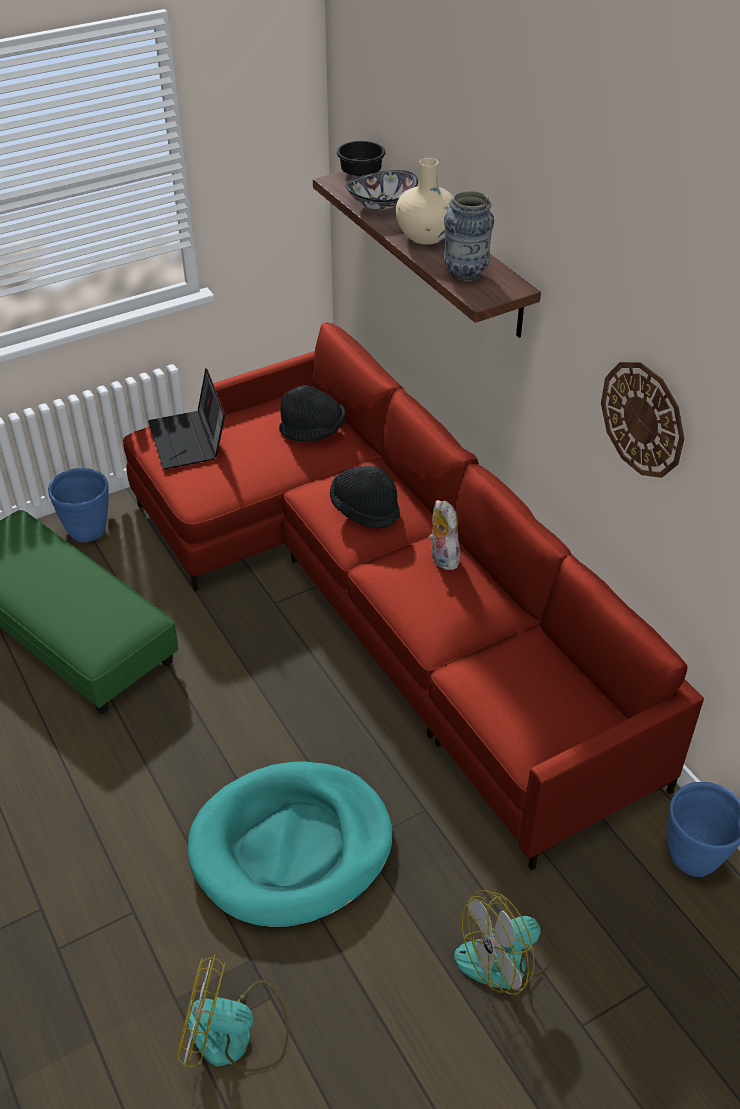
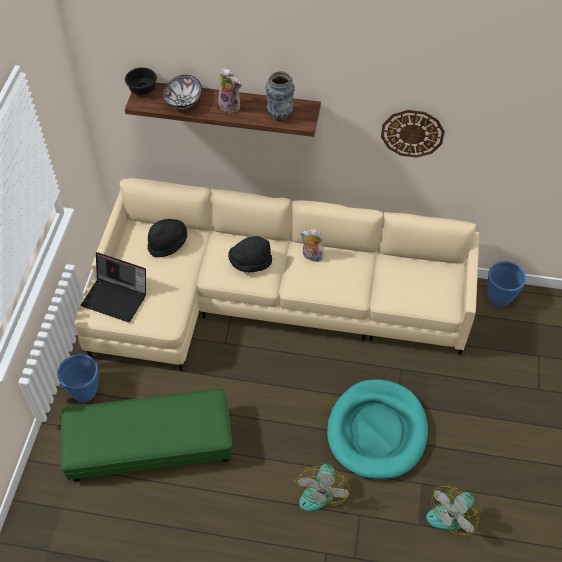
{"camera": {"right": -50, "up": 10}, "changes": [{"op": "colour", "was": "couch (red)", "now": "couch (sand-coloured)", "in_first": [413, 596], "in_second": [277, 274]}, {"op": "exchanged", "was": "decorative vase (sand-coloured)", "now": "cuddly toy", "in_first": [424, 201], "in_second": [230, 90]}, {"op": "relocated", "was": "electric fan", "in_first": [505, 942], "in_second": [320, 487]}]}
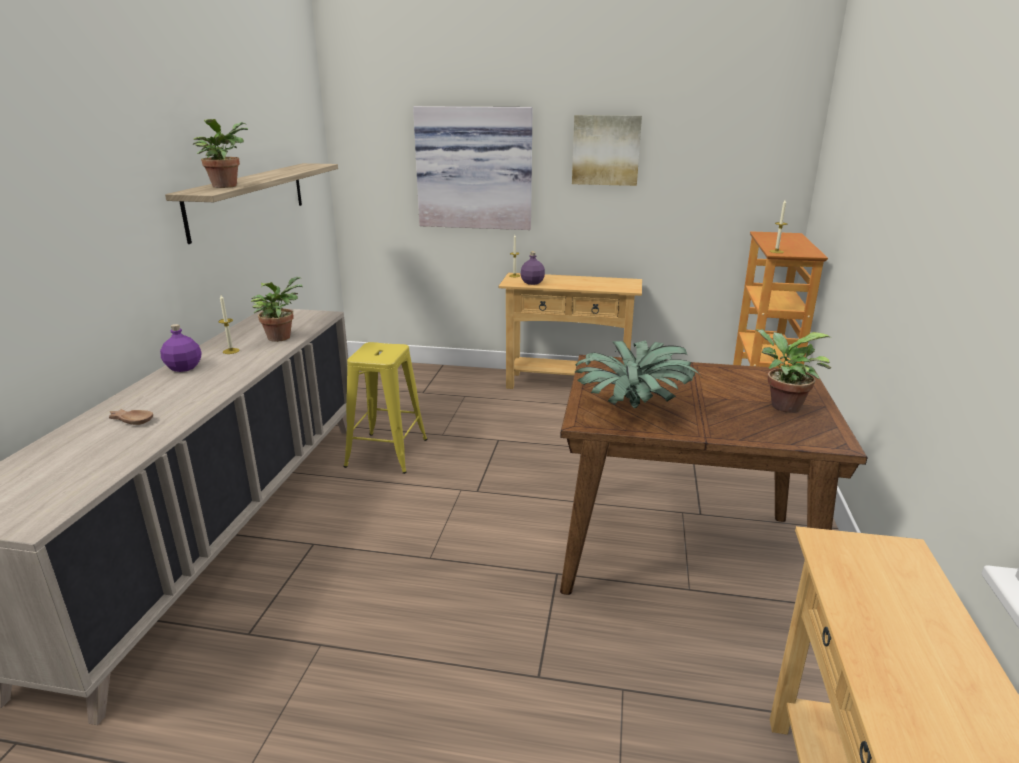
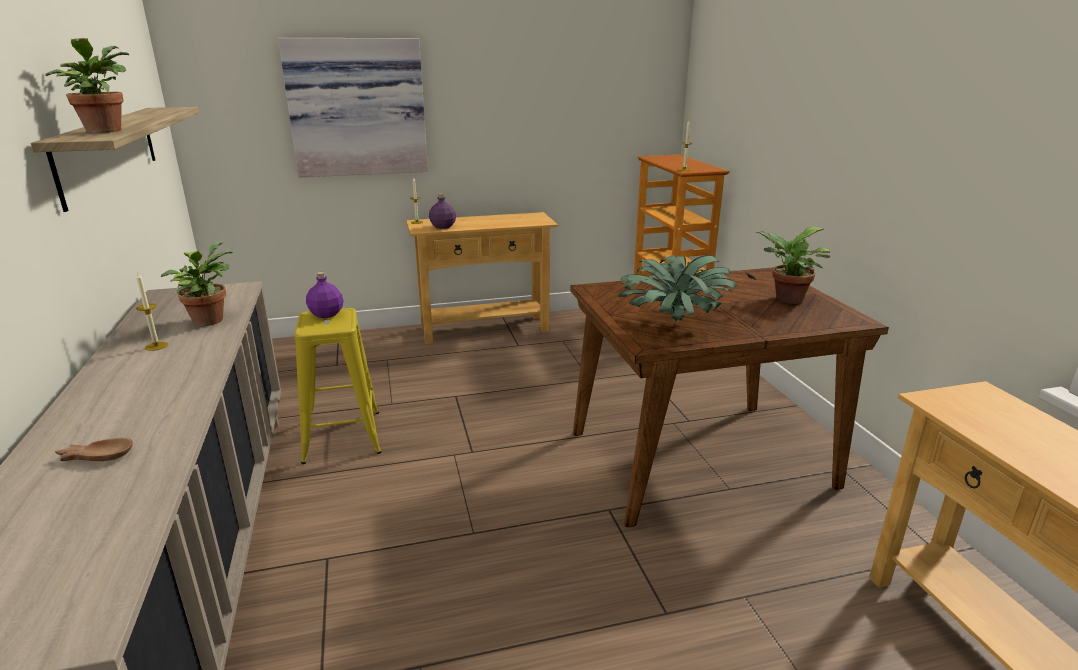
{"camera": {"right": -25, "up": 0}, "changes": [{"op": "relocated", "was": "bottle (purplish)", "in_first": [181, 348], "in_second": [324, 295]}, {"op": "missing", "was": "wall picture", "in_first": [607, 150]}]}
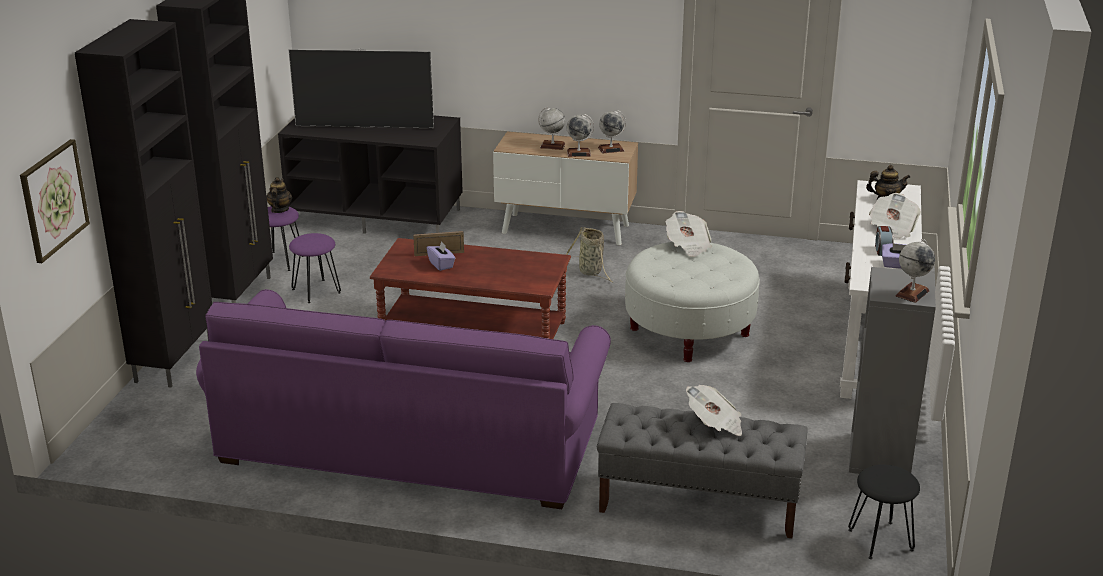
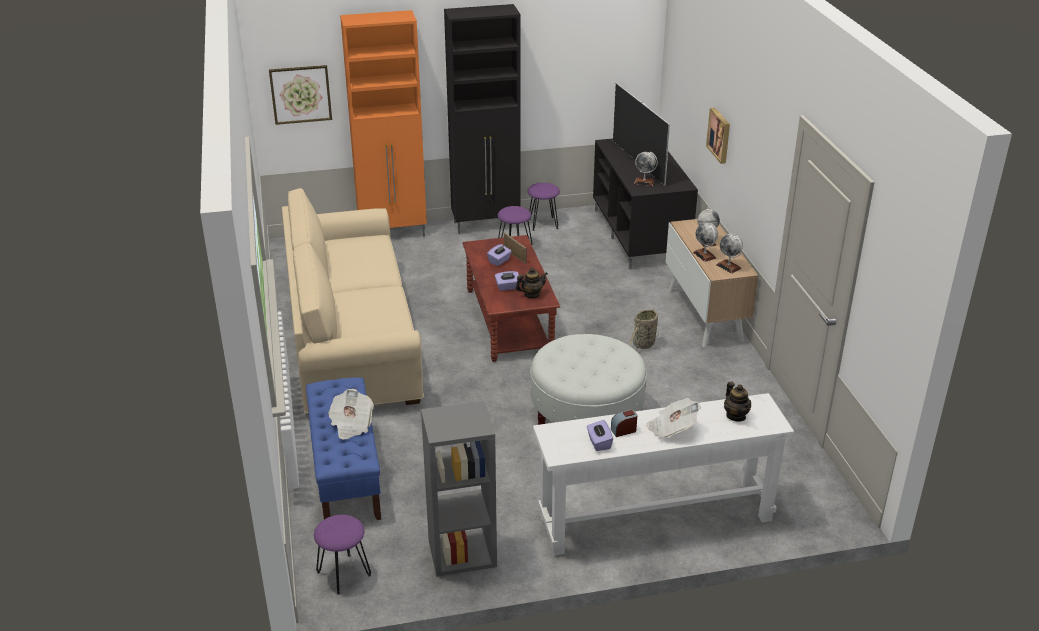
{"camera": {"right": 65, "up": 5}, "changes": [{"op": "colour", "was": "couch (purplish)", "now": "couch (sand-coloured)", "in_first": [403, 399], "in_second": [353, 301]}, {"op": "colour", "was": "bench (grey)", "now": "bench (bluish)", "in_first": [702, 471], "in_second": [343, 448]}, {"op": "colour", "was": "stool seat (black-coloured)", "now": "stool seat (purplish)", "in_first": [884, 512], "in_second": [342, 554]}, {"op": "colour", "was": "cupboard (black-coloured)", "now": "cupboard (orange)", "in_first": [143, 203], "in_second": [383, 123]}, {"op": "appeared", "now": "tissue box (purplish)", "in_second": [507, 281]}, {"op": "relocated", "was": "tea pot", "in_first": [279, 195], "in_second": [531, 283]}, {"op": "relocated", "was": "globe", "in_first": [915, 271], "in_second": [646, 169]}, {"op": "appeared", "now": "wall picture", "in_second": [718, 135]}, {"op": "missing", "was": "printed paper", "in_first": [689, 234]}]}
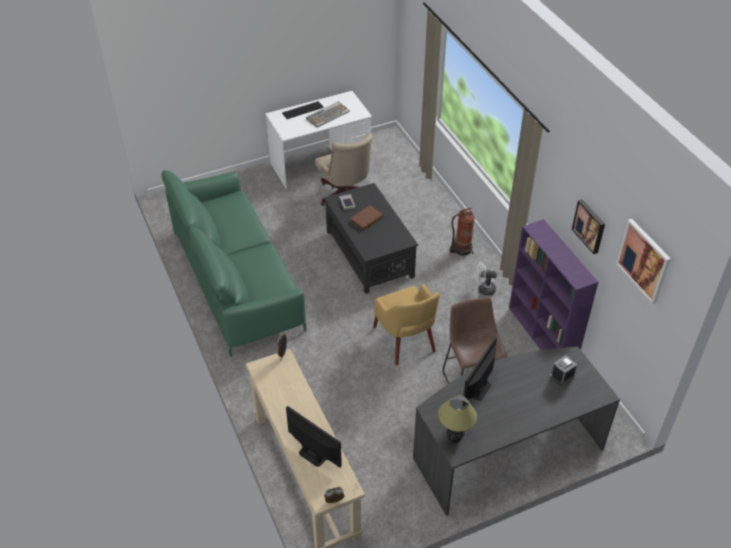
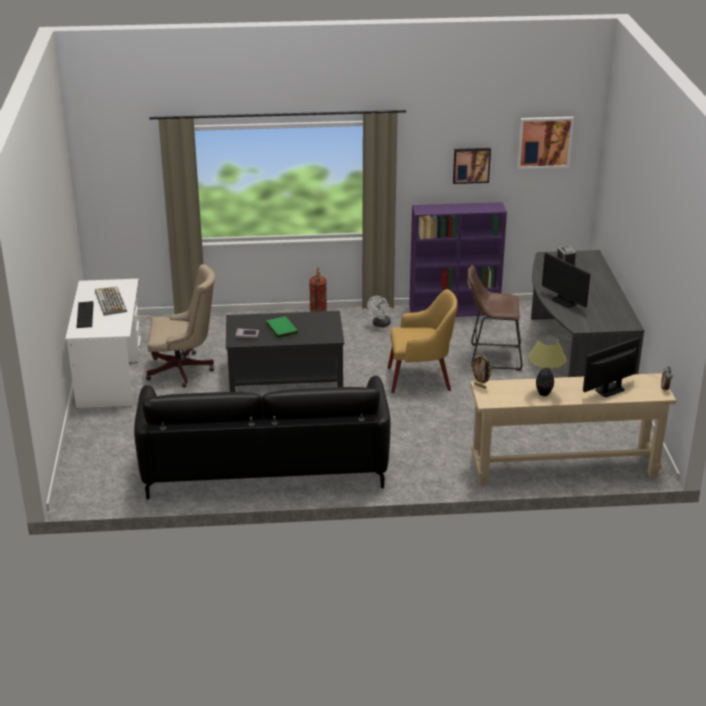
{"camera": {"right": -70, "up": -15}, "changes": [{"op": "colour", "was": "couch (greenish)", "now": "couch (black-coloured)", "in_first": [233, 263], "in_second": [262, 438]}, {"op": "colour", "was": "bound book (brown)", "now": "bound book (greenish)", "in_first": [366, 218], "in_second": [282, 327]}, {"op": "relocated", "was": "lamp for a table", "in_first": [457, 419], "in_second": [547, 365]}]}
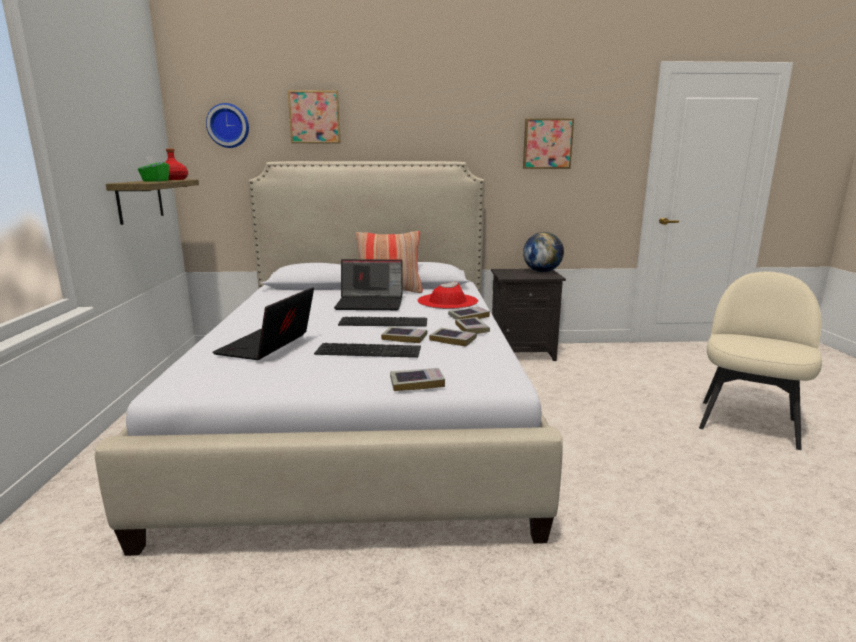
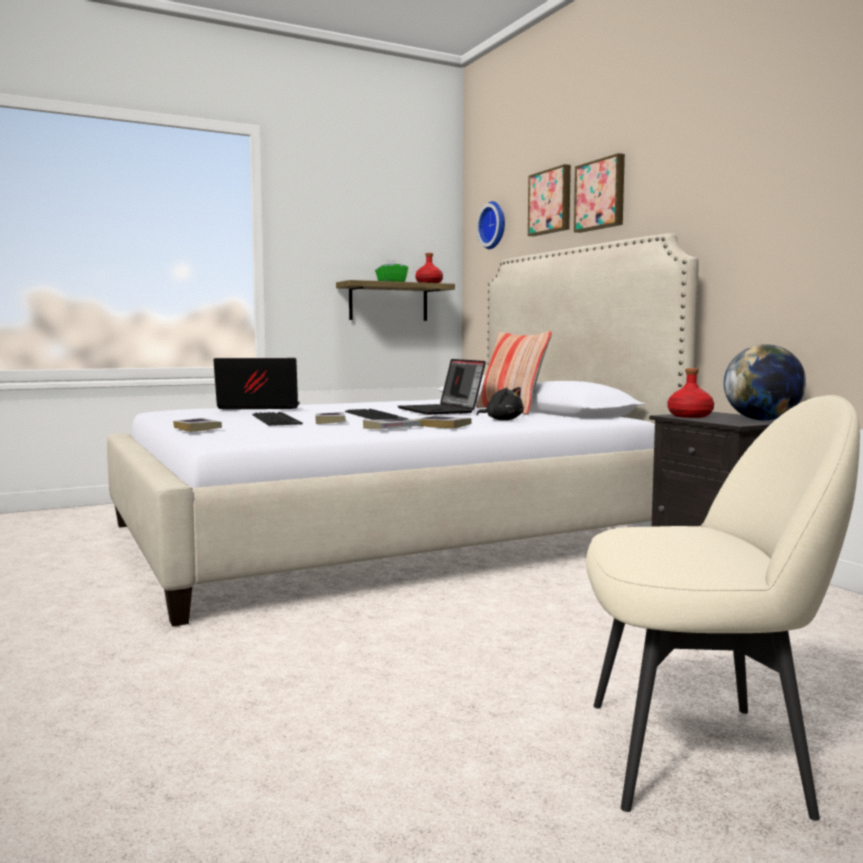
{"camera": {"right": 65, "up": -10}, "changes": [{"op": "exchanged", "was": "clothing hat (red)", "now": "cuddly toy (black-coloured)", "in_first": [447, 295], "in_second": [500, 403]}, {"op": "relocated", "was": "wall picture", "in_first": [548, 143], "in_second": [599, 193]}, {"op": "appeared", "now": "bottle (red)", "in_second": [691, 393]}, {"op": "missing", "was": "bound book", "in_first": [453, 337]}]}
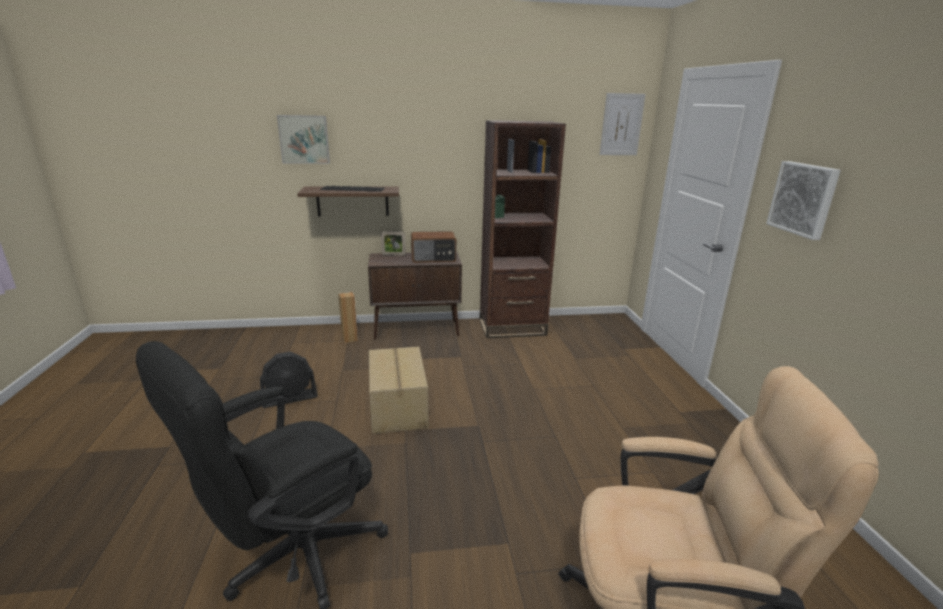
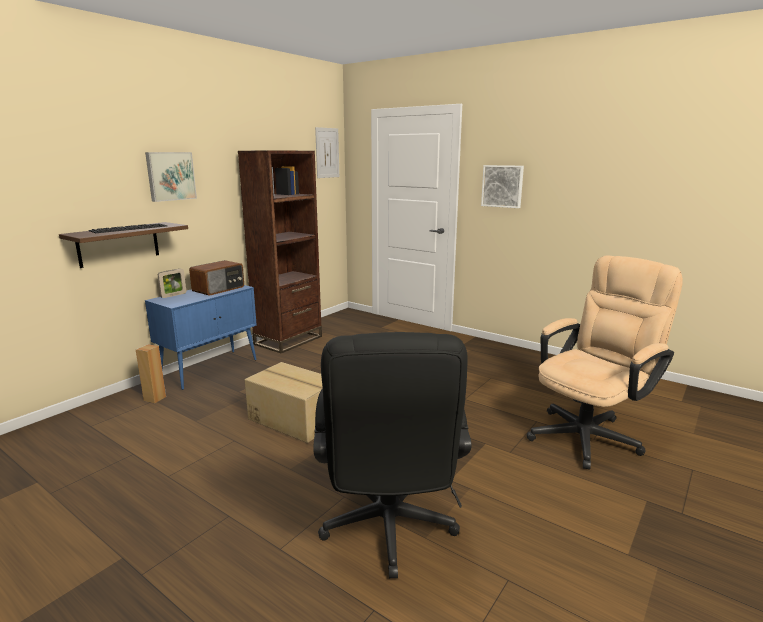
{"camera": {"right": -45, "up": -5}, "changes": [{"op": "relocated", "was": "wall picture", "in_first": [303, 139], "in_second": [171, 177]}, {"op": "colour", "was": "cupboard (brown)", "now": "cupboard (bluish)", "in_first": [415, 296], "in_second": [201, 337]}, {"op": "missing", "was": "electric fan (black-coloured)", "in_first": [289, 380]}]}
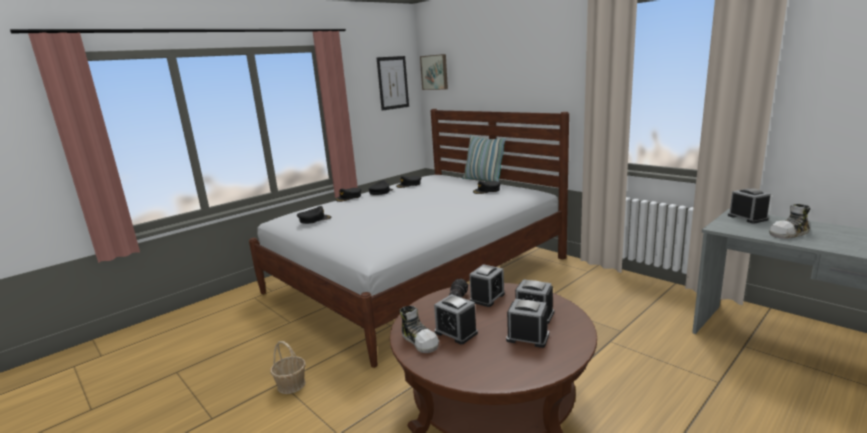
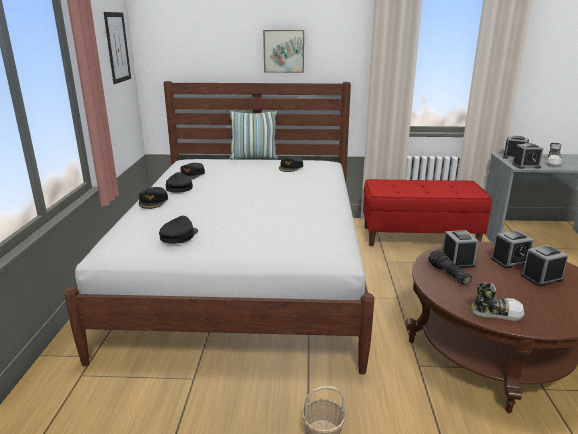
{"camera": {"right": -45, "up": 5}, "changes": [{"op": "relocated", "was": "wall picture", "in_first": [434, 72], "in_second": [283, 51]}, {"op": "appeared", "now": "bench (red)", "in_second": [427, 212]}, {"op": "relocated", "was": "bedside clock", "in_first": [456, 319], "in_second": [528, 156]}]}
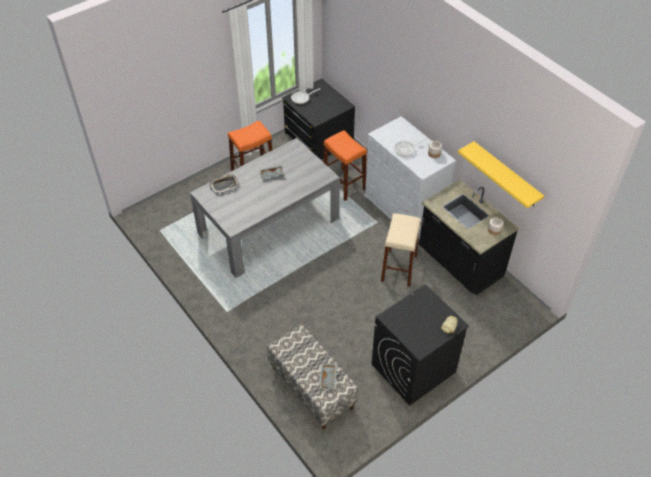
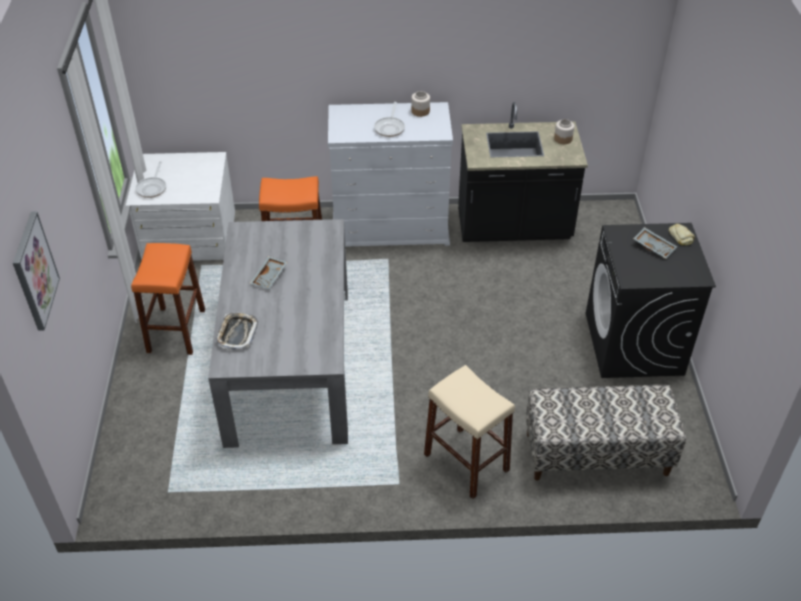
{"camera": {"right": -55, "up": -5}, "changes": [{"op": "appeared", "now": "wall picture", "in_second": [36, 271]}, {"op": "colour", "was": "drawer chest (black-coloured)", "now": "drawer chest (whitish)", "in_first": [318, 119], "in_second": [180, 206]}, {"op": "relocated", "was": "stool seat (sand-coloured)", "in_first": [401, 250], "in_second": [469, 432]}, {"op": "relocated", "was": "serving tray (grey)", "in_first": [328, 376], "in_second": [655, 243]}, {"op": "missing", "was": "wall shelf (yellowish)", "in_first": [501, 174]}]}
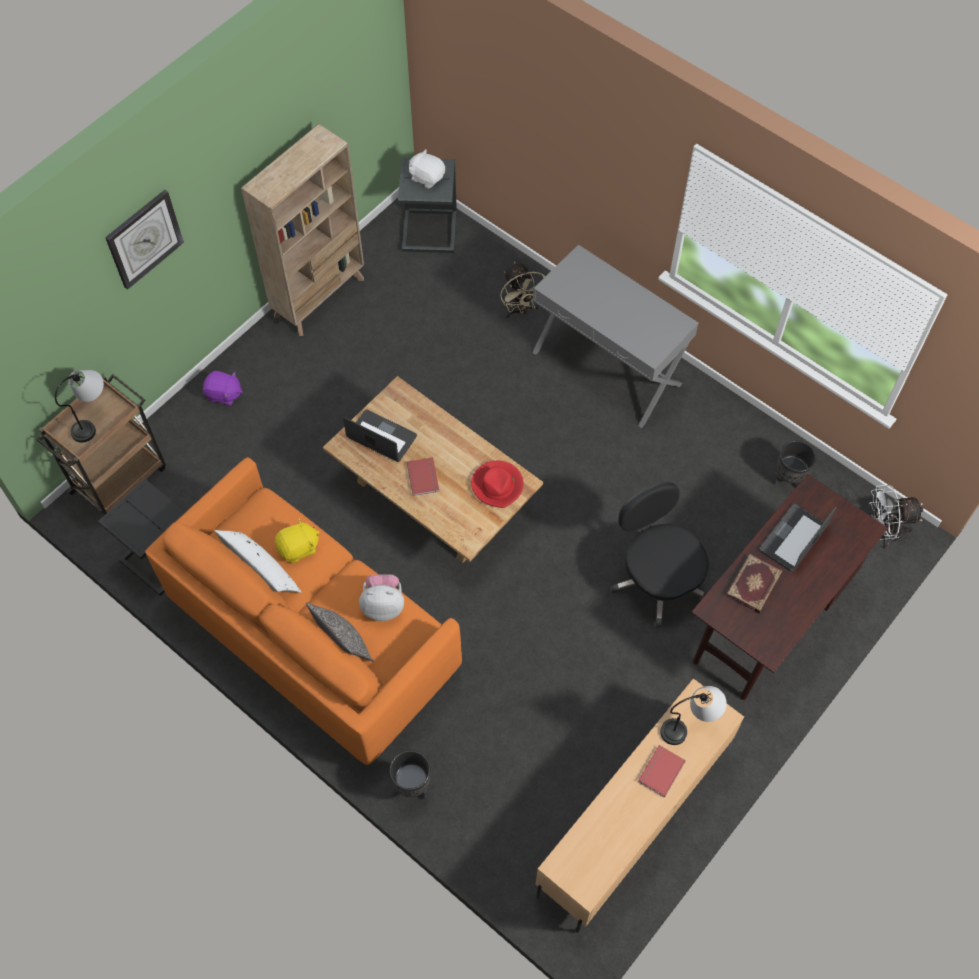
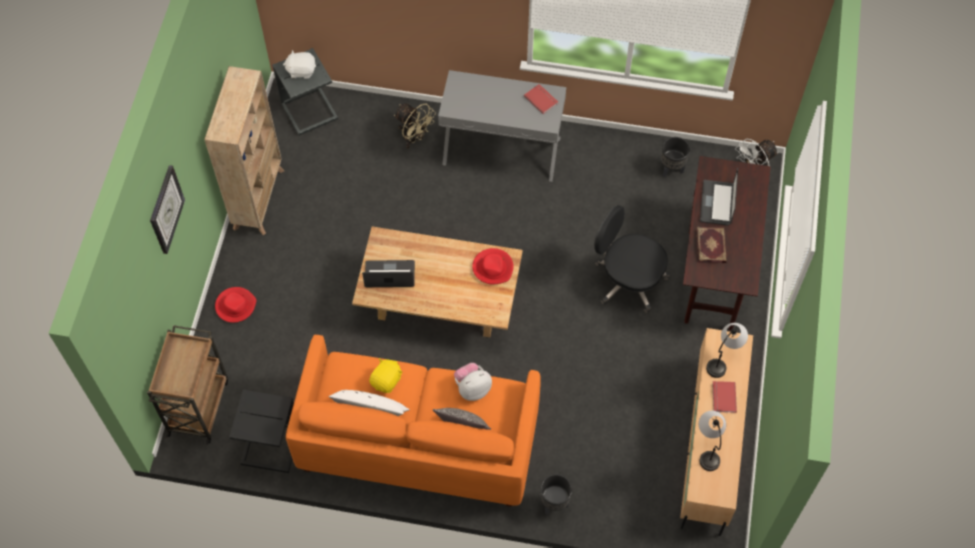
{"camera": {"right": -30, "up": 0}, "changes": [{"op": "exchanged", "was": "cuddly toy (purplish)", "now": "clothing hat (red)", "in_first": [223, 388], "in_second": [236, 305]}, {"op": "relocated", "was": "bound book (red)", "in_first": [423, 476], "in_second": [541, 99]}, {"op": "relocated", "was": "lamp for a table", "in_first": [79, 406], "in_second": [712, 441]}]}
